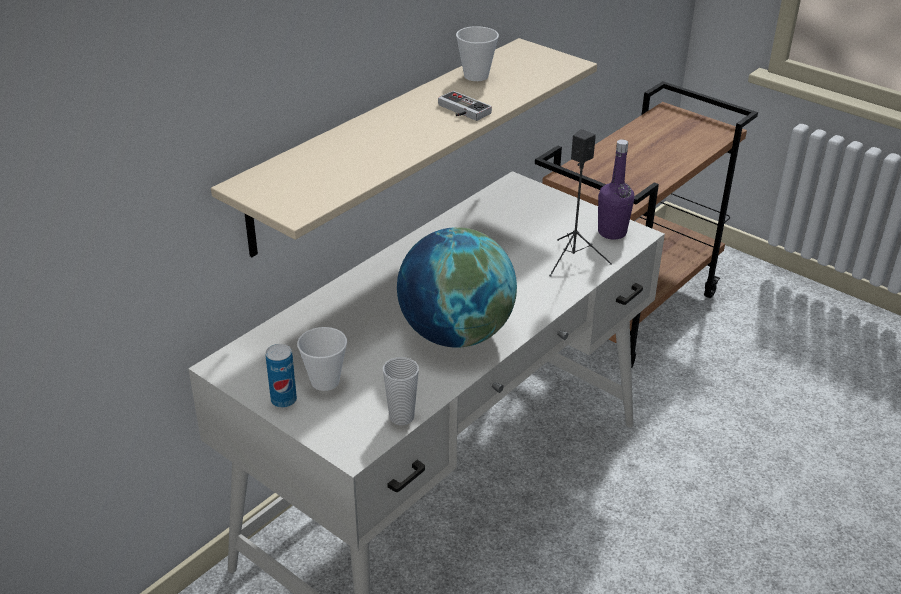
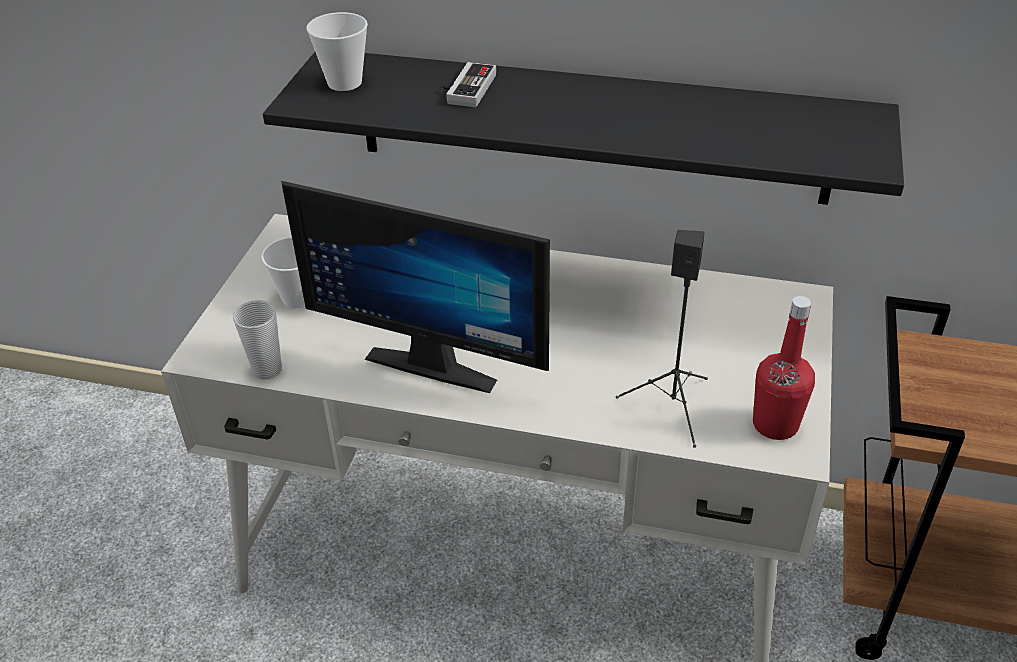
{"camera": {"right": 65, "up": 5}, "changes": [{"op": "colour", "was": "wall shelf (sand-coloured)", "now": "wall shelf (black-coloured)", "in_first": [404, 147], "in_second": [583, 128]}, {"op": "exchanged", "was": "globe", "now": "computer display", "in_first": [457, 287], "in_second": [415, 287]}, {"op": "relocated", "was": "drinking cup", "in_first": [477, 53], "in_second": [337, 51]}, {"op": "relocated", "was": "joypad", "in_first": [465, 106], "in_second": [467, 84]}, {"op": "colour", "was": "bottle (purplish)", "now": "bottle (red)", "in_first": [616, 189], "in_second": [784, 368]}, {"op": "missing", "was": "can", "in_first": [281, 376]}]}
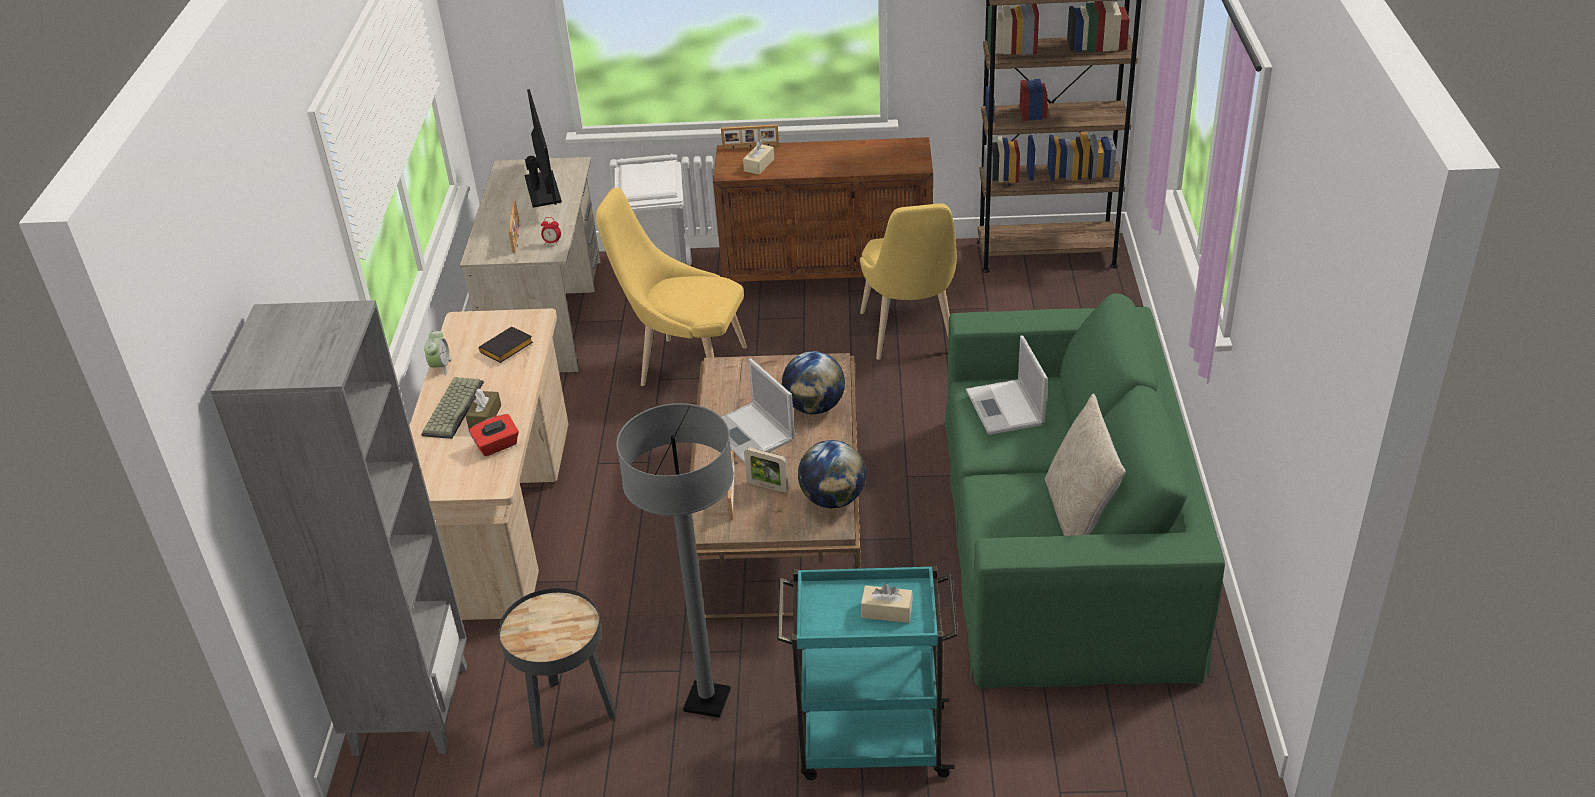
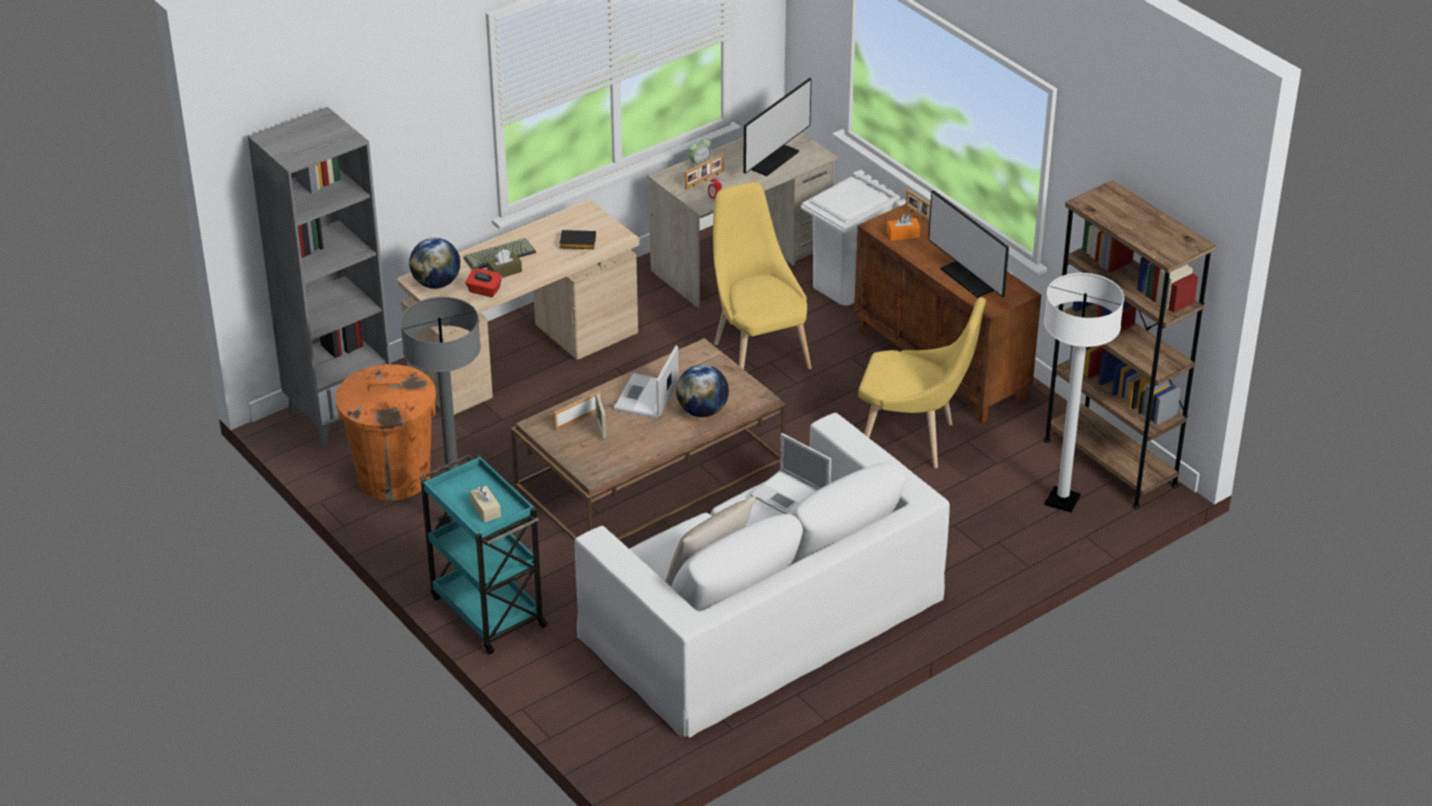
{"camera": {"right": 50, "up": 0}, "changes": [{"op": "exchanged", "was": "accent table (black-coloured)", "now": "rubbish bin (orange)", "in_first": [557, 668], "in_second": [385, 432]}, {"op": "relocated", "was": "globe", "in_first": [832, 474], "in_second": [434, 263]}, {"op": "colour", "was": "couch (greenish)", "now": "couch (whitish)", "in_first": [1085, 491], "in_second": [762, 575]}, {"op": "relocated", "was": "bedside clock", "in_first": [438, 353], "in_second": [700, 151]}, {"op": "spun", "was": "notebook computer", "in_first": [1007, 385], "in_second": [790, 473], "clockwise": -90}, {"op": "spun", "was": "chair (yellowish)", "in_first": [908, 281], "in_second": [922, 382], "clockwise": -120}, {"op": "colour", "was": "tissue box (sand-coloured)", "now": "tissue box (orange)", "in_first": [758, 157], "in_second": [903, 227]}, {"op": "appeared", "now": "computer display", "in_second": [968, 244]}, {"op": "appeared", "now": "floor lamp (whitish)", "in_second": [1084, 393]}]}
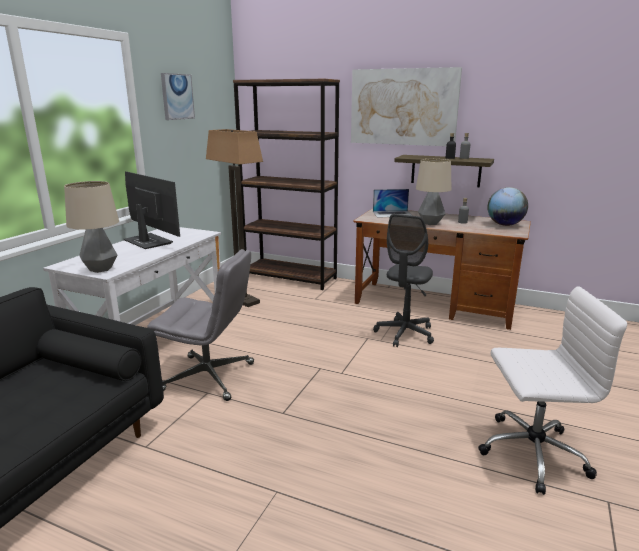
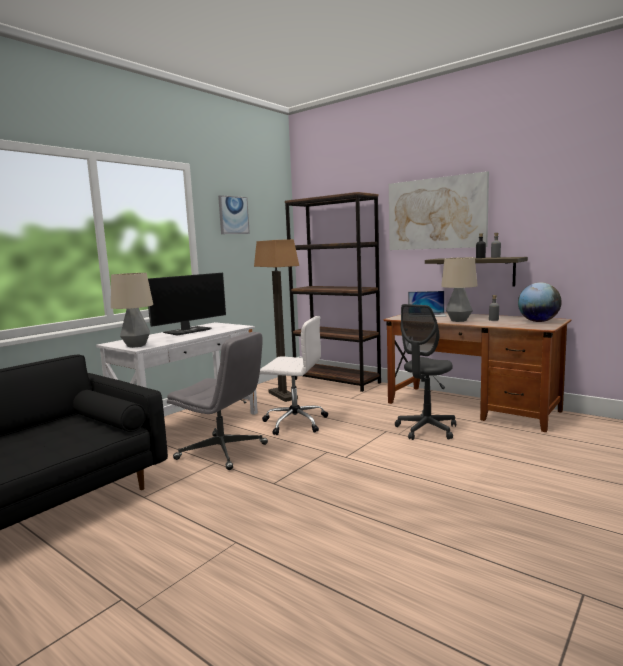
{"camera": {"right": 15, "up": -10}, "changes": [{"op": "spun", "was": "computer display", "in_first": [152, 210], "in_second": [187, 304], "clockwise": 75}, {"op": "relocated", "was": "desk chair (whitish)", "in_first": [552, 390], "in_second": [294, 375]}]}
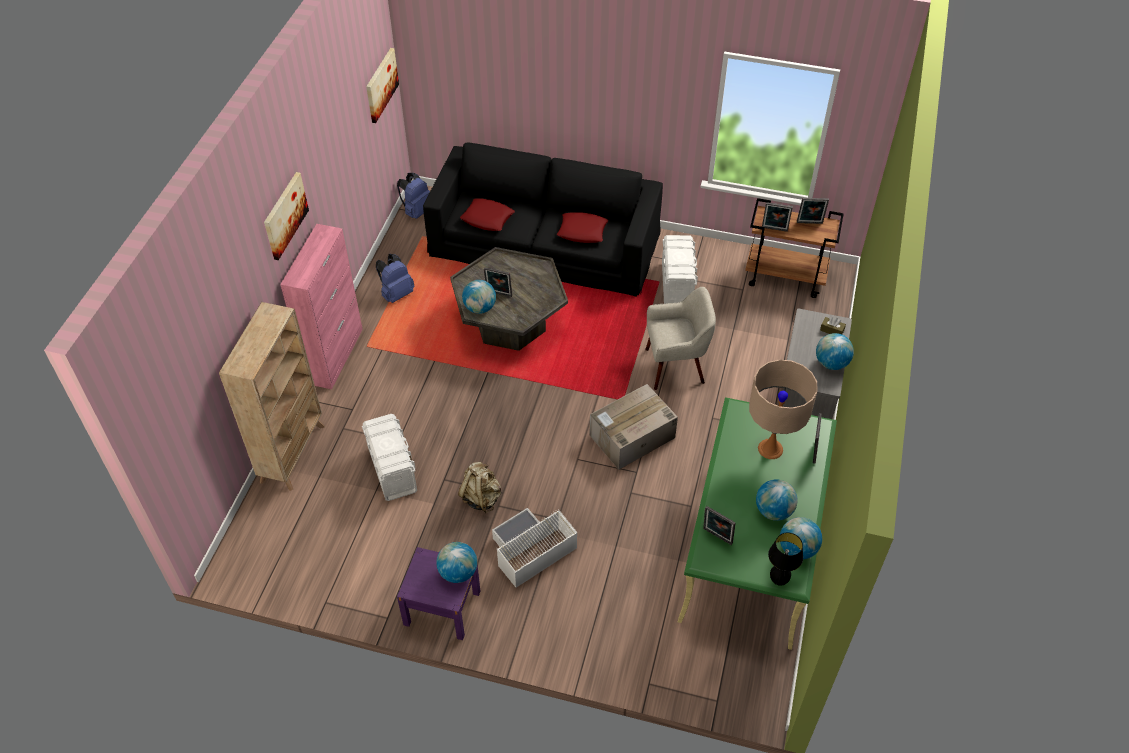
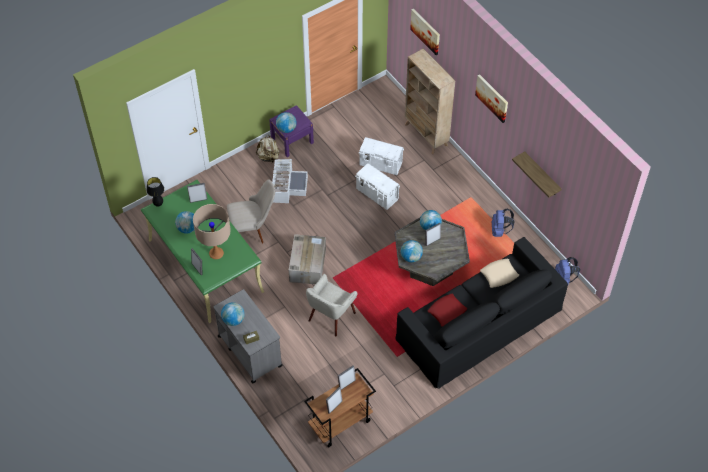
{"camera": {"right": 130, "up": 5}, "changes": [{"op": "appeared", "now": "chair (sand-coloured)", "in_second": [251, 211]}, {"op": "relocated", "was": "backpack (sand-coloured)", "in_first": [479, 487], "in_second": [268, 149]}, {"op": "relocated", "was": "storage bin (whitish)", "in_first": [680, 269], "in_second": [377, 186]}, {"op": "relocated", "was": "globe", "in_first": [801, 538], "in_second": [412, 251]}, {"op": "relocated", "was": "wall picture", "in_first": [382, 85], "in_second": [425, 31]}, {"op": "colour", "was": "pillow (red)", "now": "pillow (sand-coloured)", "in_first": [487, 214], "in_second": [499, 273]}, {"op": "appeared", "now": "wall shelf", "in_second": [537, 174]}, {"op": "missing", "was": "cupboard (pink-coloured)", "in_first": [321, 306]}]}
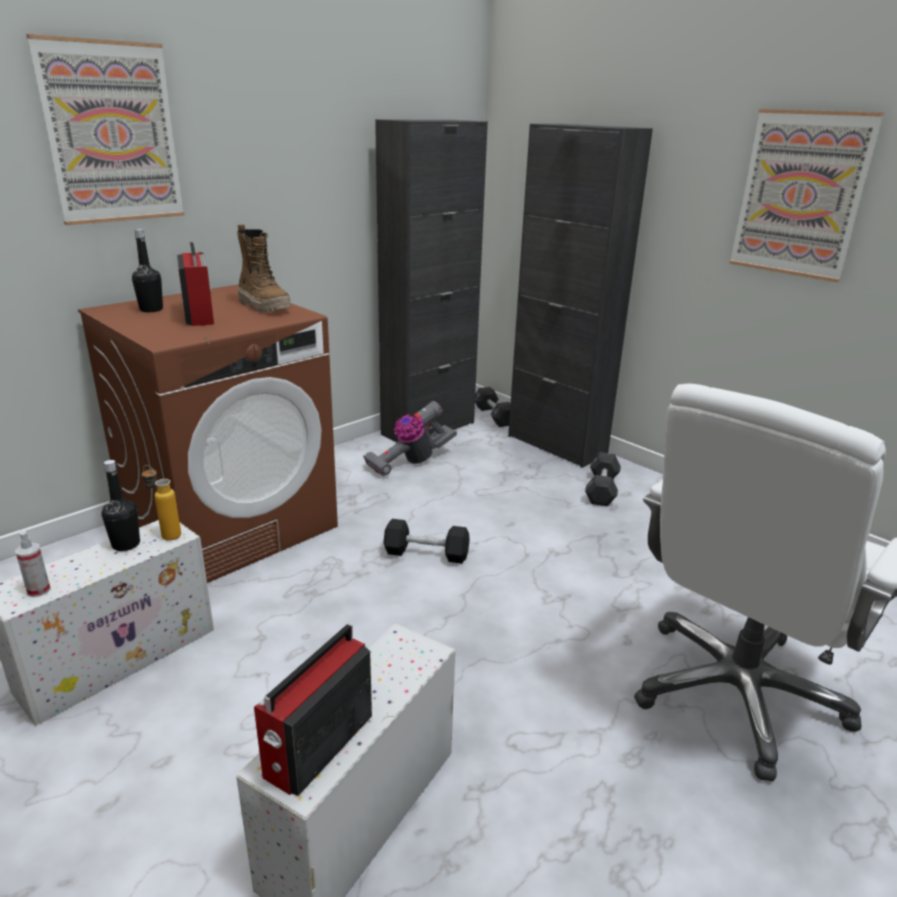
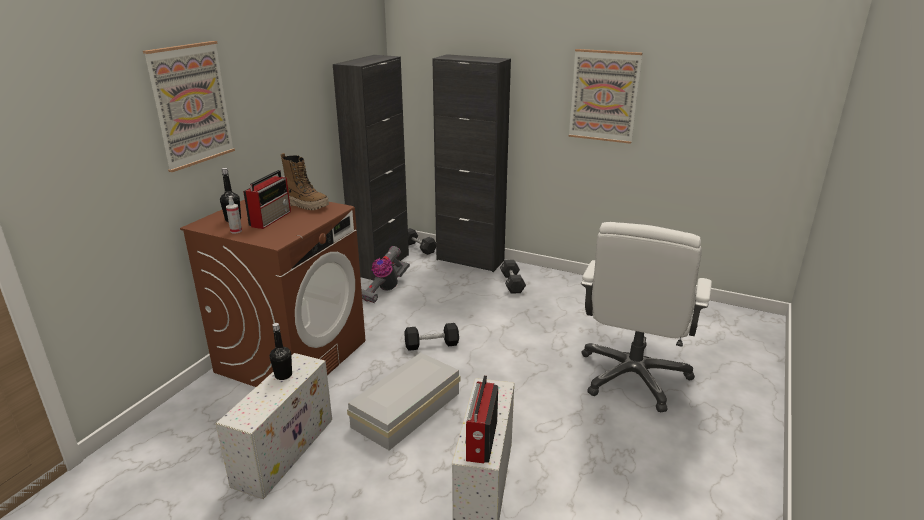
{"camera": {"right": -20, "up": 0}, "changes": [{"op": "relocated", "was": "sprayer", "in_first": [33, 564], "in_second": [234, 214]}, {"op": "spun", "was": "radio set", "in_first": [195, 284], "in_second": [267, 199], "clockwise": 60}, {"op": "appeared", "now": "storage bin (whitish)", "in_second": [403, 402]}, {"op": "missing", "was": "bottle", "in_first": [161, 503]}]}
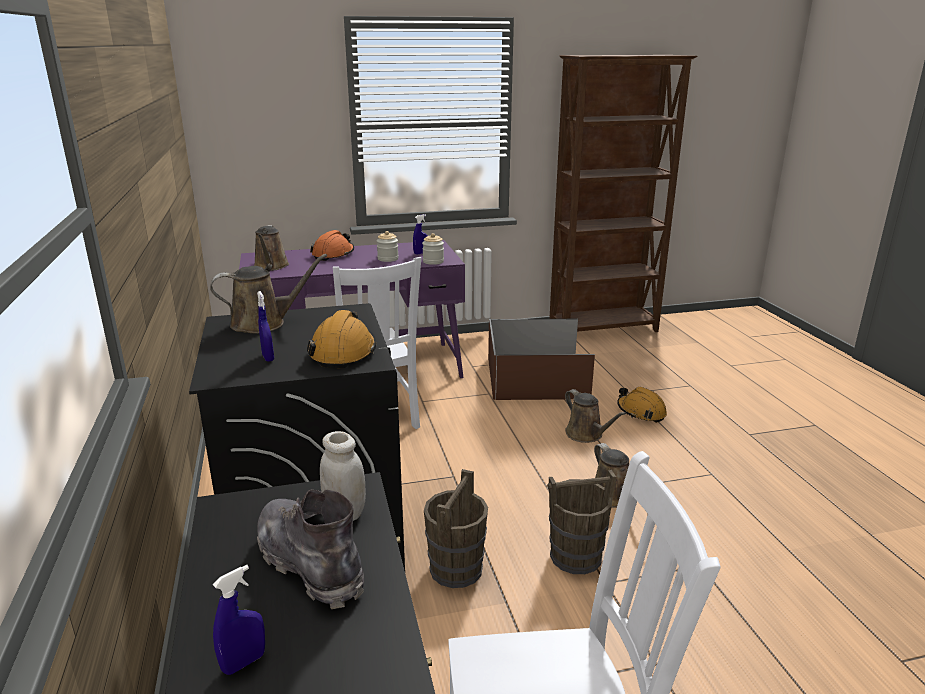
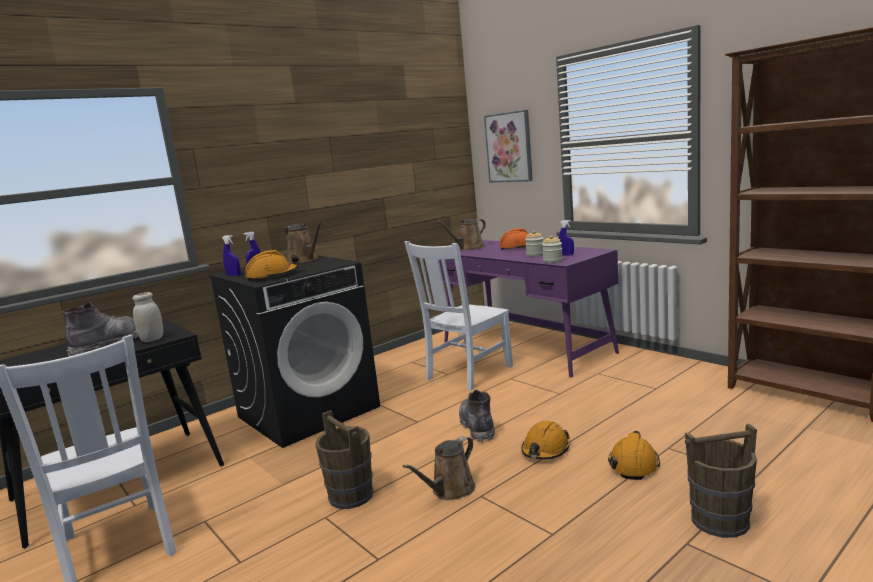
{"camera": {"right": 65, "up": -10}, "changes": [{"op": "relocated", "was": "sprayer (bluish)", "in_first": [239, 620], "in_second": [231, 255]}, {"op": "appeared", "now": "tall boot (grey)", "in_second": [477, 416]}, {"op": "appeared", "now": "wall picture", "in_second": [508, 146]}, {"op": "exchanged", "was": "sprinkling can (brown)", "now": "hard hat (orange)", "in_first": [595, 416], "in_second": [545, 440]}, {"op": "relocated", "was": "water bucket (brown)", "in_first": [456, 528], "in_second": [721, 481]}, {"op": "missing", "was": "storage bin (brown)", "in_first": [541, 359]}]}
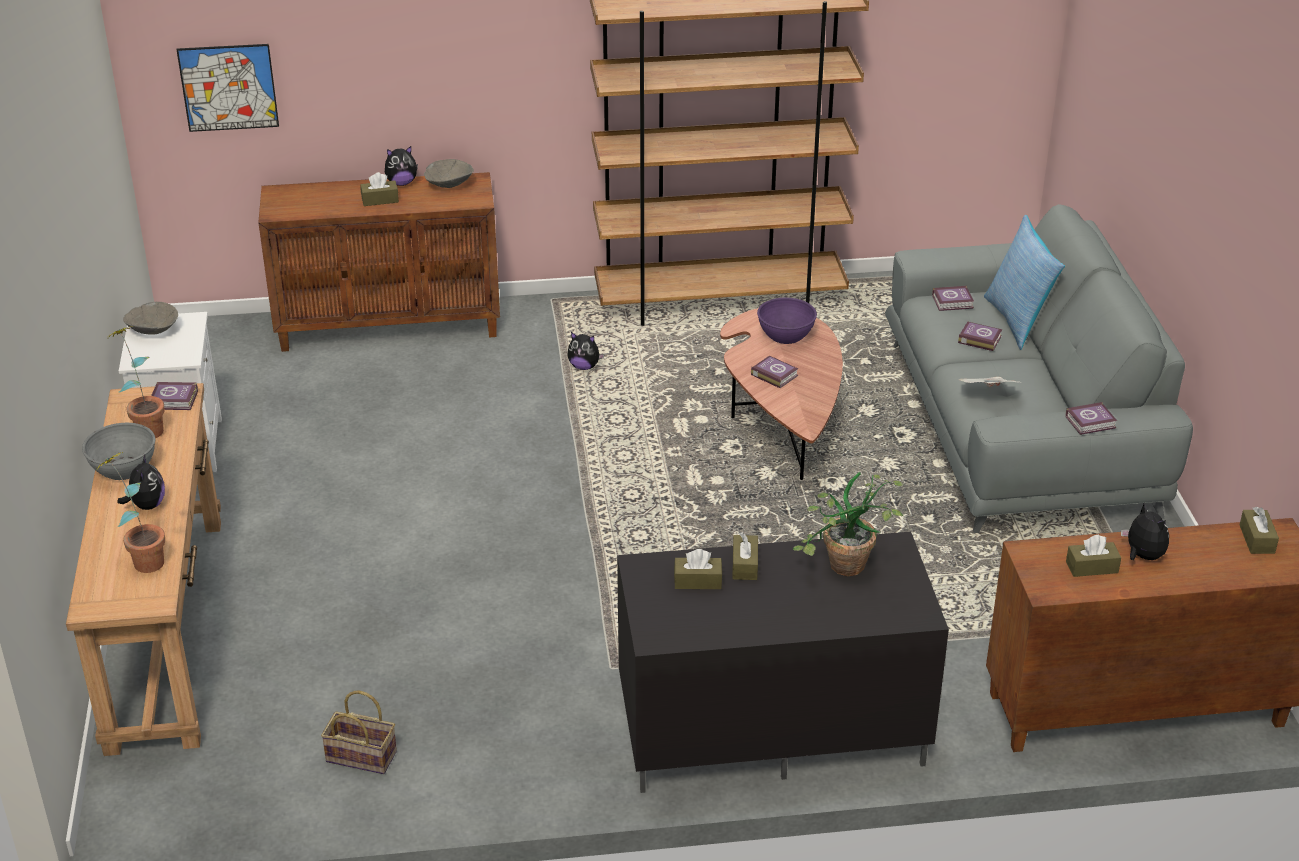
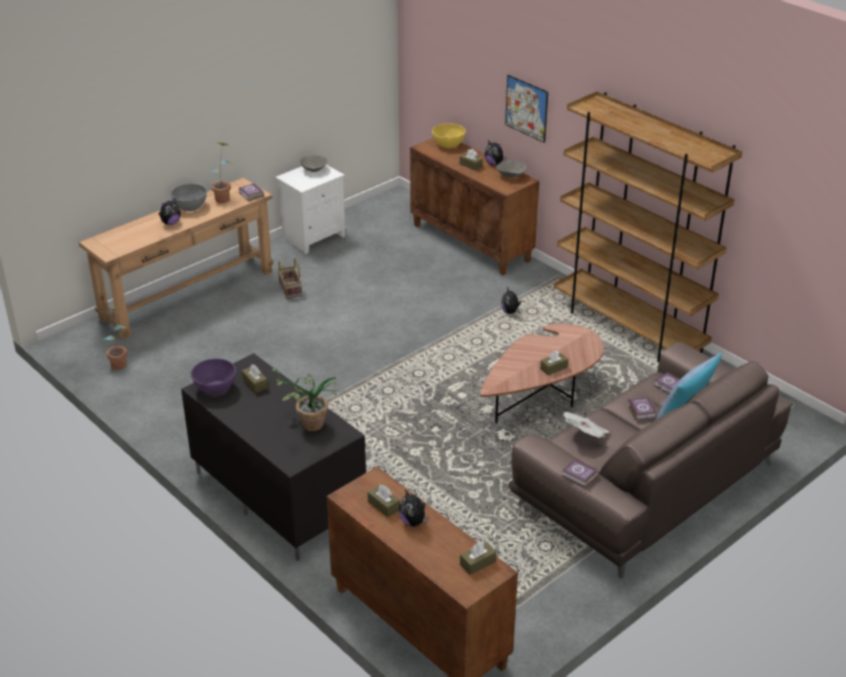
{"camera": {"right": 55, "up": 0}, "changes": [{"op": "relocated", "was": "plant in a pot", "in_first": [130, 512], "in_second": [114, 339]}, {"op": "relocated", "was": "bowl (purplish)", "in_first": [787, 321], "in_second": [213, 376]}, {"op": "relocated", "was": "household basket", "in_first": [359, 732], "in_second": [290, 278]}, {"op": "spun", "was": "cuddly toy", "in_first": [1145, 532], "in_second": [414, 508], "clockwise": 120}, {"op": "appeared", "now": "bowl (yellowish)", "in_second": [449, 136]}, {"op": "relocated", "was": "wall picture", "in_first": [227, 88], "in_second": [526, 109]}, {"op": "colour", "was": "couch (grey)", "now": "couch (brown)", "in_first": [1039, 368], "in_second": [649, 460]}, {"op": "relocated", "was": "tissue box (brown)", "in_first": [745, 556], "in_second": [554, 363]}, {"op": "missing", "was": "bound book", "in_first": [774, 372]}]}
